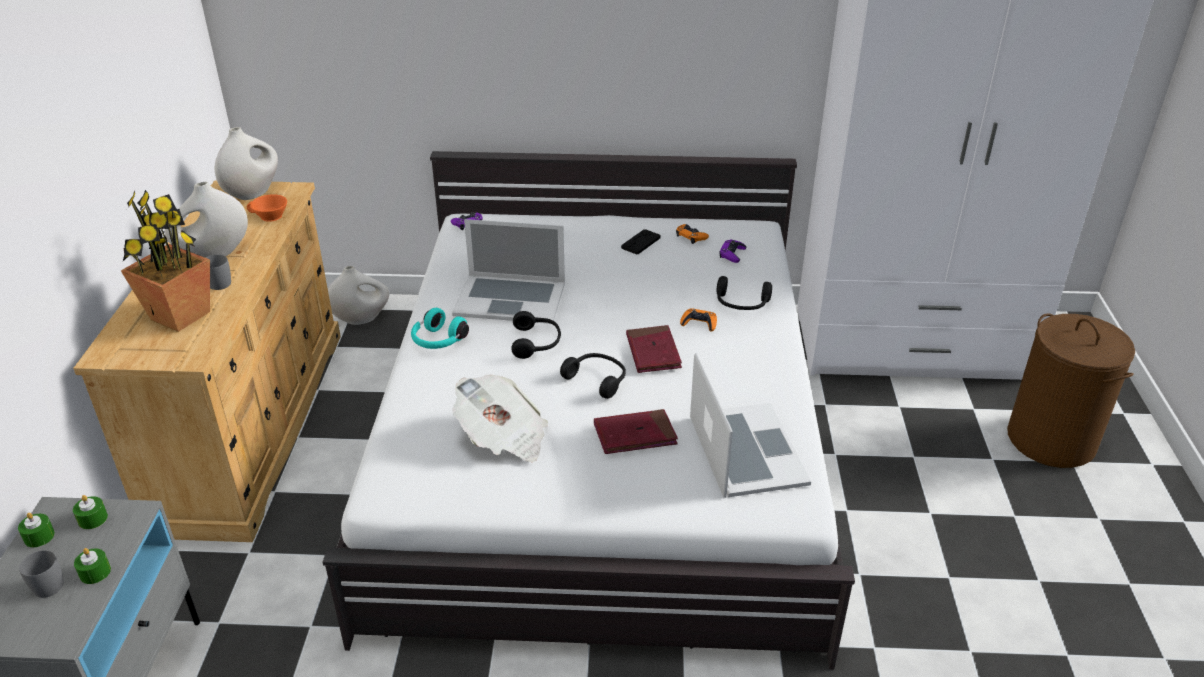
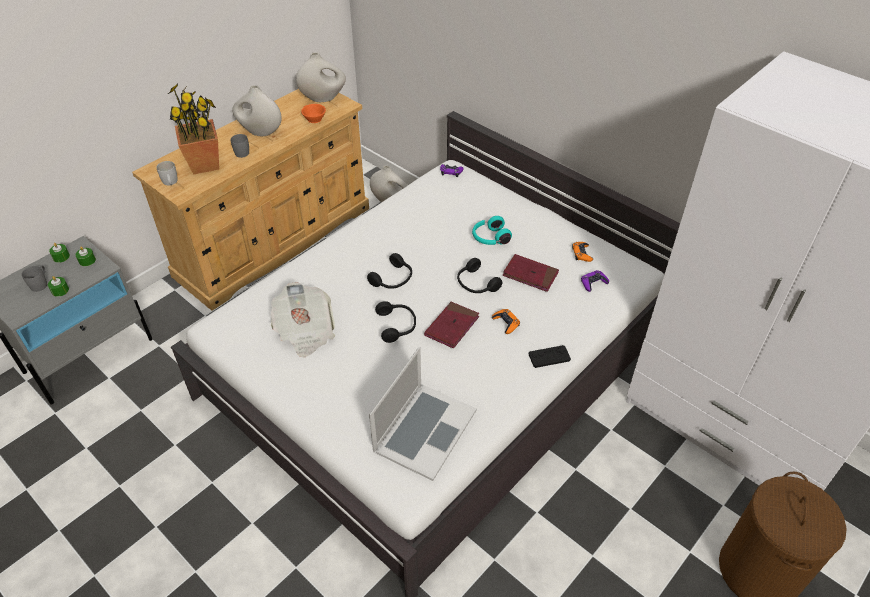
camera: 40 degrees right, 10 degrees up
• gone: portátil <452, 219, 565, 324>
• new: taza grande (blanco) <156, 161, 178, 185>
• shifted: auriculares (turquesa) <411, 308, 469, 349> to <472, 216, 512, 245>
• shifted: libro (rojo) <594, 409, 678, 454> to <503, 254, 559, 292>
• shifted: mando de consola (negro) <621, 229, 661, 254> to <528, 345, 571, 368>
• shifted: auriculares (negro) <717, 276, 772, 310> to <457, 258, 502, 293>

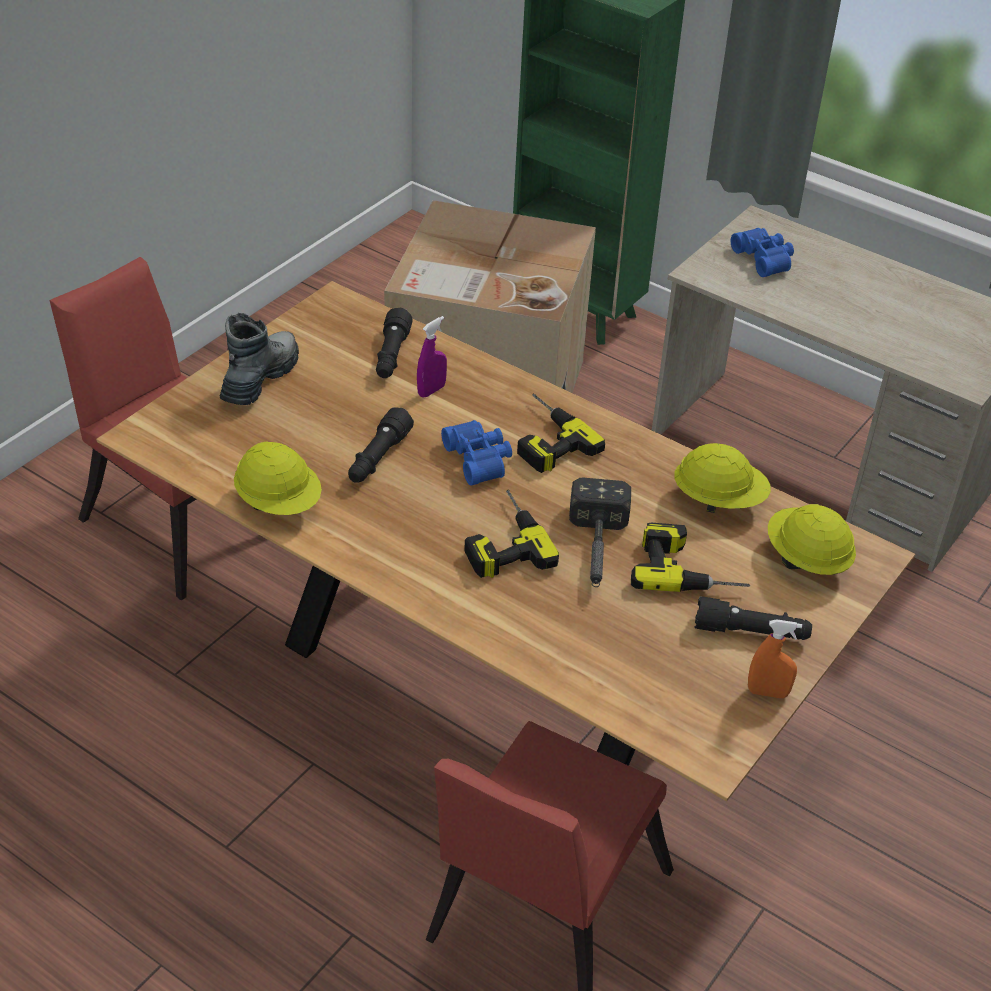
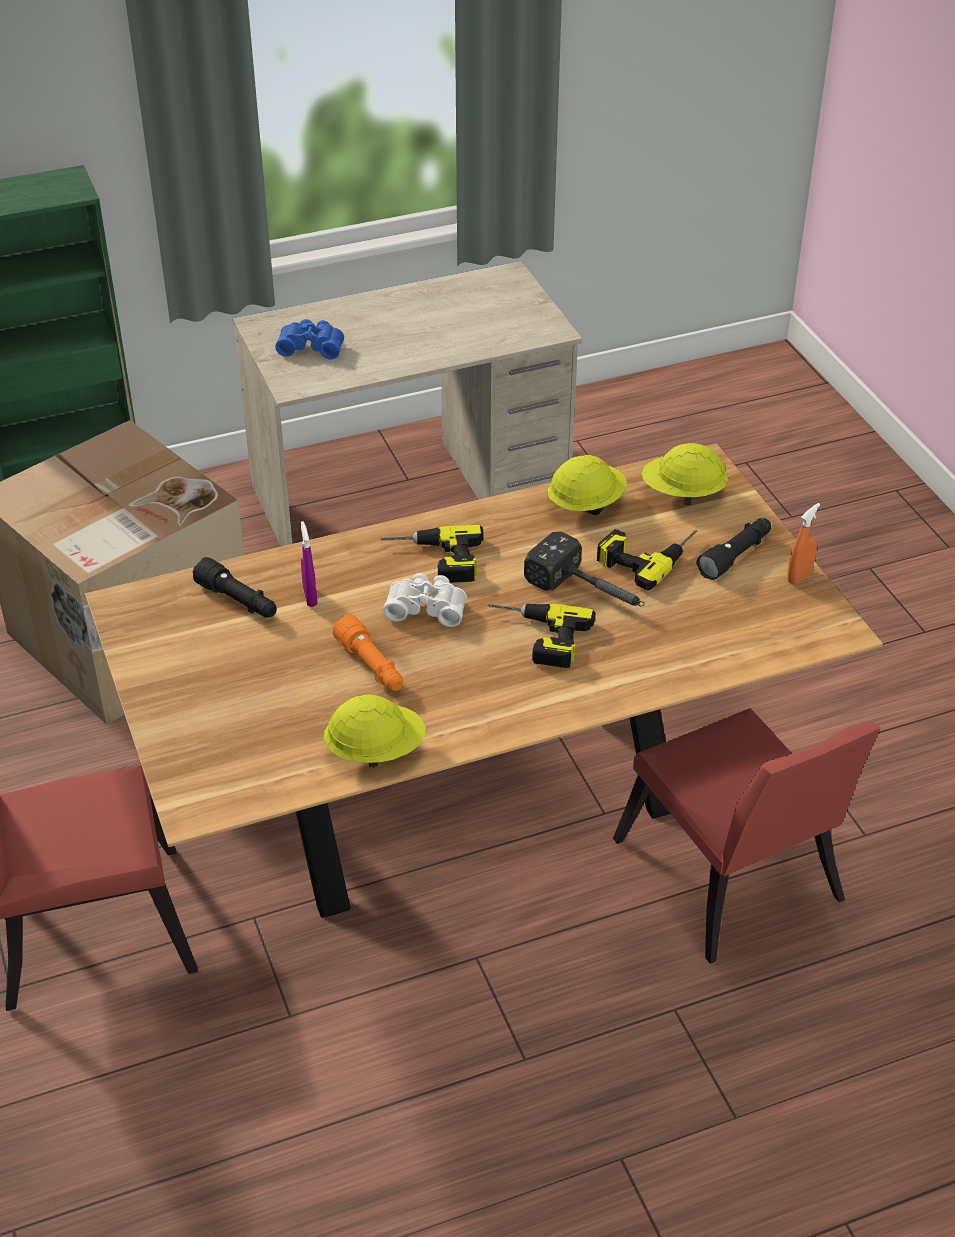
camera: 55 degrees left, 0 degrees up
• gone: bota <220, 313, 299, 405>
• repainted: linterna (negro) <348, 407, 414, 483> to linterna (naranja) <333, 614, 403, 691>
• repainted: prismáticos (azul) <441, 420, 512, 486> to prismáticos (blanco) <383, 573, 467, 627>

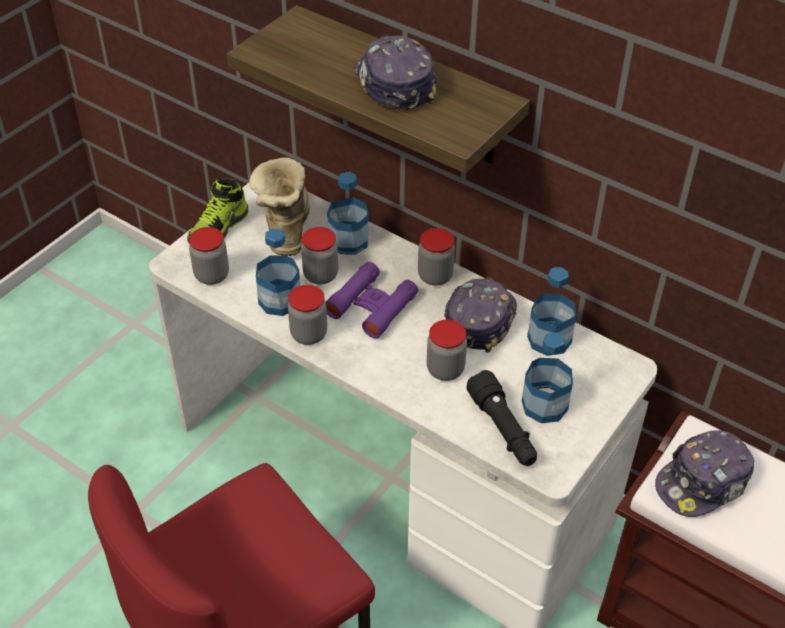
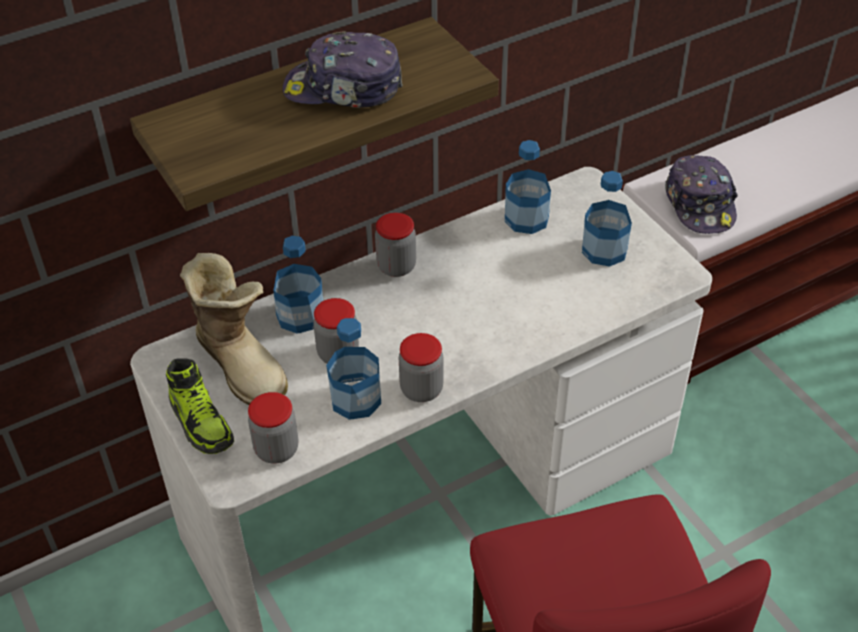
camera: 65 degrees left, 0 degrees up
• gone: prismáticos (morado) <326, 262, 418, 339>
• gone: tarro <427, 320, 467, 381>
• gone: gorra <444, 278, 517, 353>
• gone: linterna (negro) <466, 370, 537, 466>
• rotated: bota <249, 157, 309, 256> = <180, 253, 288, 405> 150 degrees counterclockwise

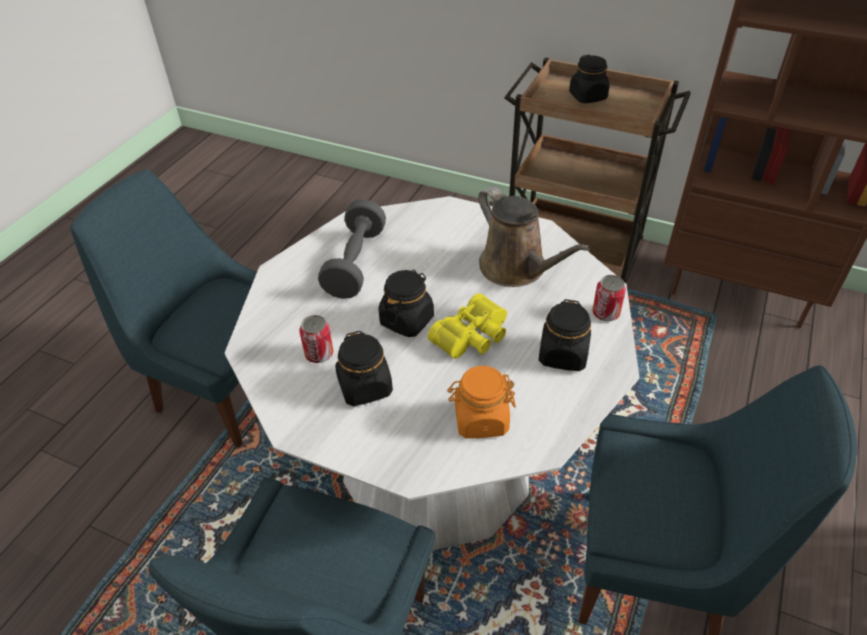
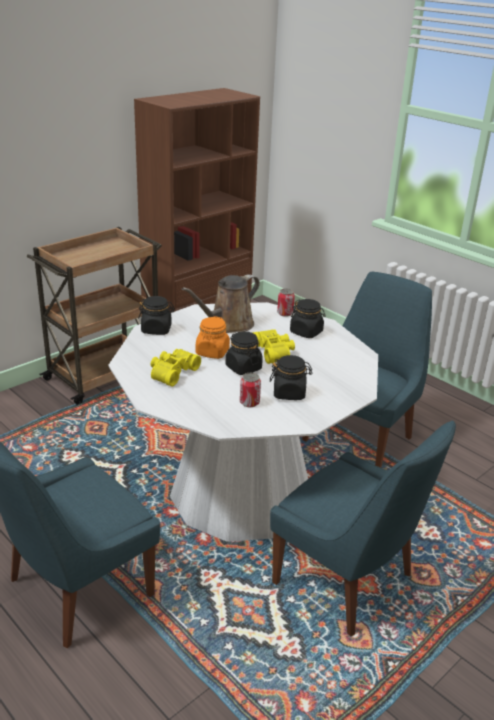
camera: 70 degrees left, 15 degrees down
• shifted: tarro (naranja) <447, 366, 516, 439> to <196, 316, 230, 359>
• shifted: tarro (negro) <569, 55, 610, 103> to <138, 296, 175, 335>
• swapped: mancuerna (gris) <318, 199, 386, 299> to prismáticos (amarillo) <151, 349, 201, 387>
• rotated: regadera (marrón) <478, 186, 590, 287> = <182, 274, 260, 333> 150 degrees clockwise

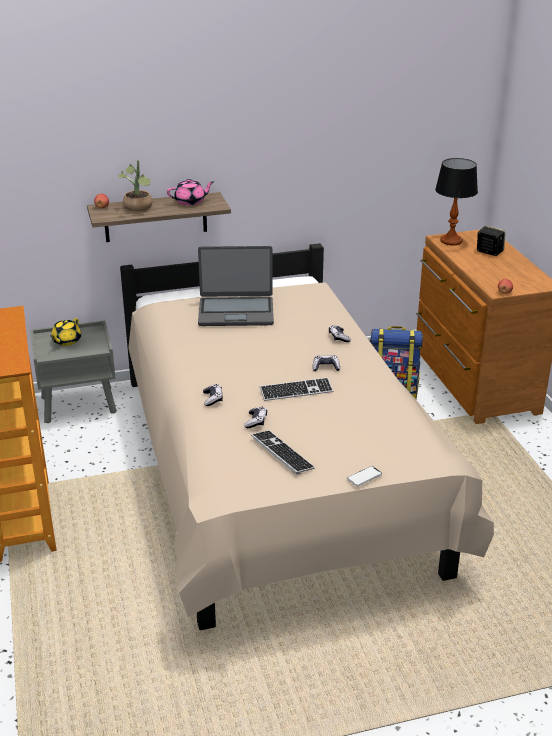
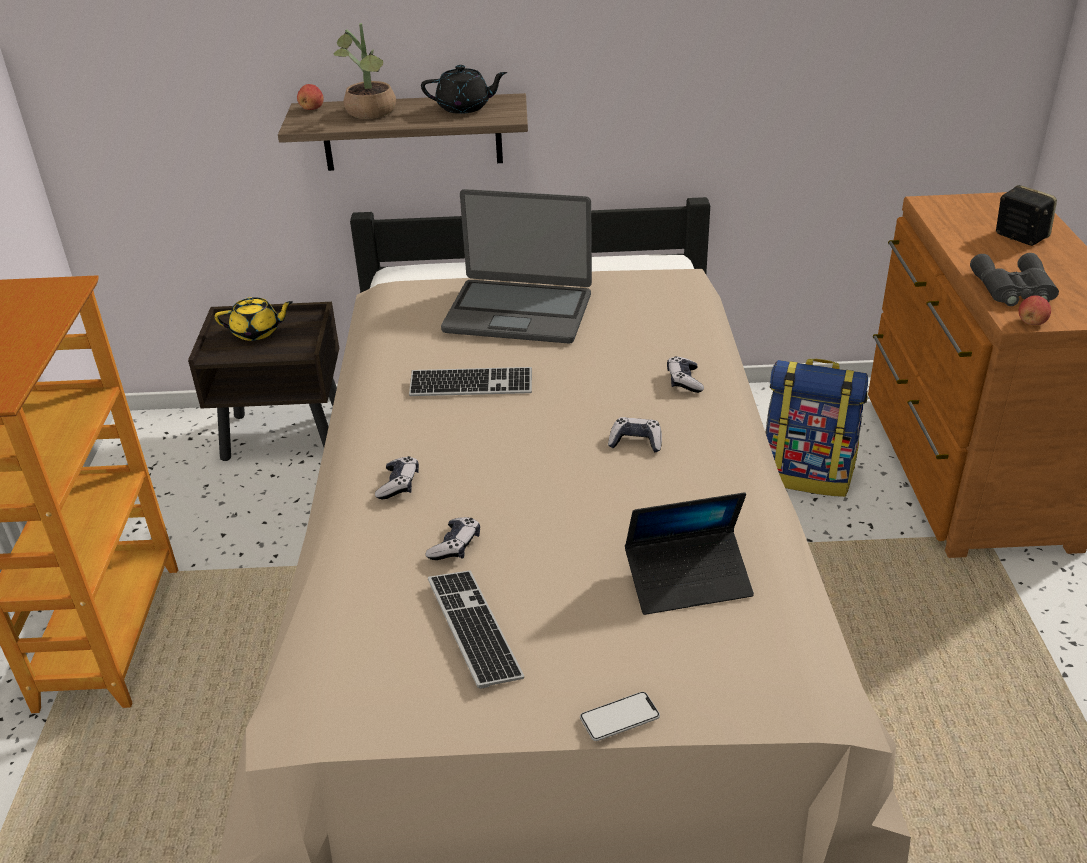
camera: 15 degrees right, 5 degrees up
• gone: lámpara de mesa <435, 158, 478, 245>
• new: portátil <625, 492, 754, 615>
• new: prismáticos (gris) <970, 253, 1059, 306>
• shifted: teclado <260, 377, 334, 401> to <409, 367, 532, 396>
• repainted: mesita de noche (gris) <30, 320, 117, 423> to mesita de noche (marrón) <188, 302, 339, 461>
• repainted: tetera (rosa) <167, 179, 214, 206> to tetera (negro) <421, 65, 507, 114>
• rotated: tetera (amarillo) <51, 318, 81, 346> = <214, 297, 293, 341> 135 degrees counterclockwise

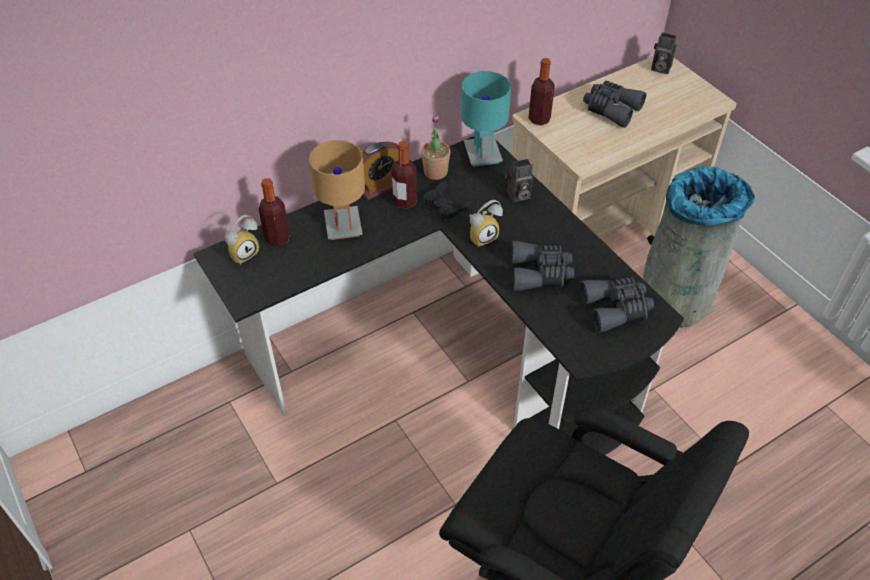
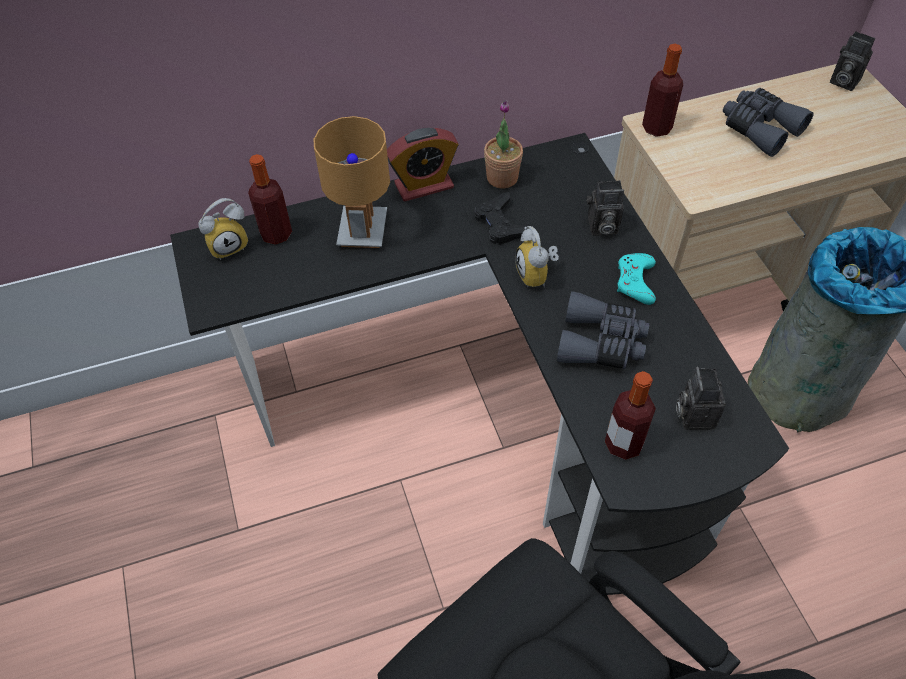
camera: 15 degrees right, 5 degrees up
• gone: lámpara de mesa (turquesa) <461, 71, 511, 167>
• new: mando de consola (turquesa) <617, 253, 656, 305>
• shifted: botella <392, 141, 417, 209> to <605, 371, 656, 460>
• swapped: prismáticos (gris) <579, 276, 654, 333> to cámara <676, 367, 726, 430>
• rotated: despertador <469, 200, 503, 247> = <515, 226, 559, 287> 90 degrees clockwise

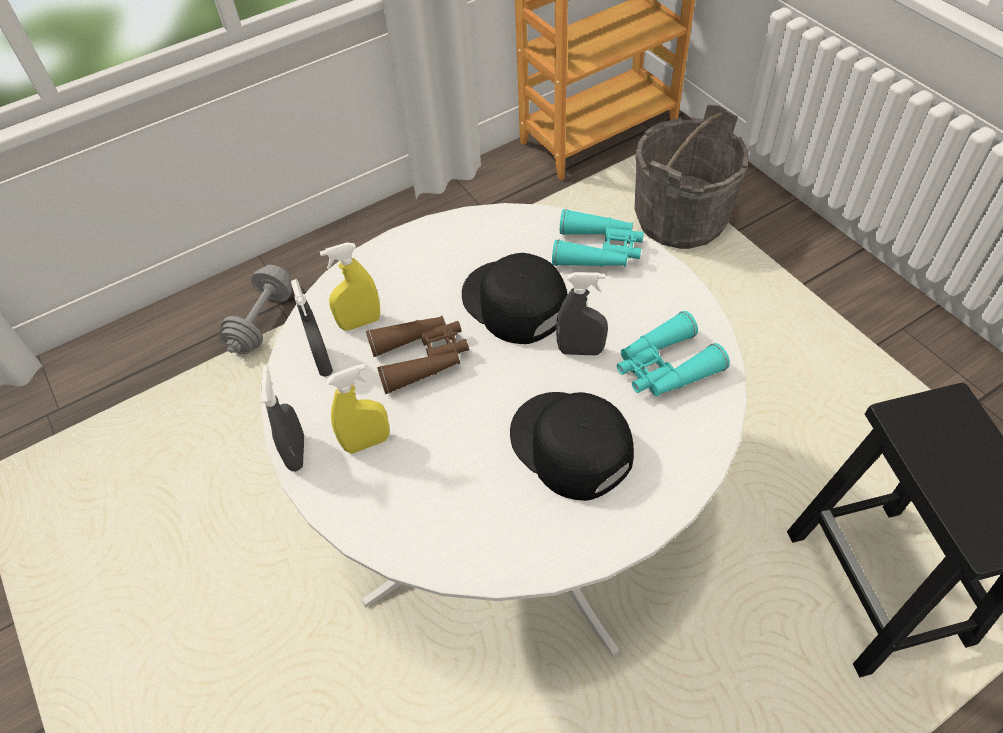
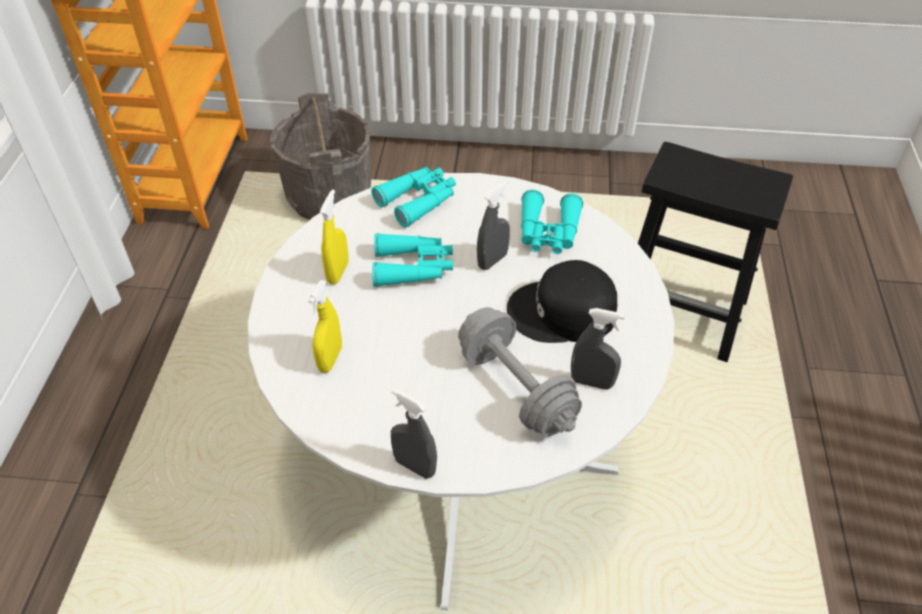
camera: 55 degrees left, 5 degrees down
• gone: prismáticos (marrón) <366, 316, 469, 394>
• shifted: mancuerna (gris) <220, 265, 292, 354> to <458, 307, 582, 437>
• shifted: pulverizador (gris) <291, 279, 333, 377> to <571, 308, 625, 390>
• shifted: pulverizador (amarillo) <326, 364, 390, 454> to <320, 189, 348, 284>
• swapped: gorra (negro) <462, 253, 568, 344> to prismáticos (turquesa) <372, 233, 453, 287>

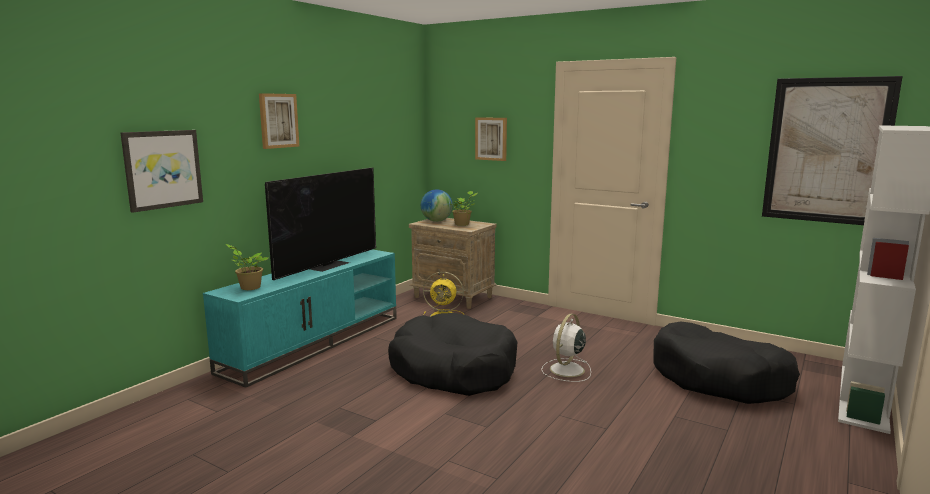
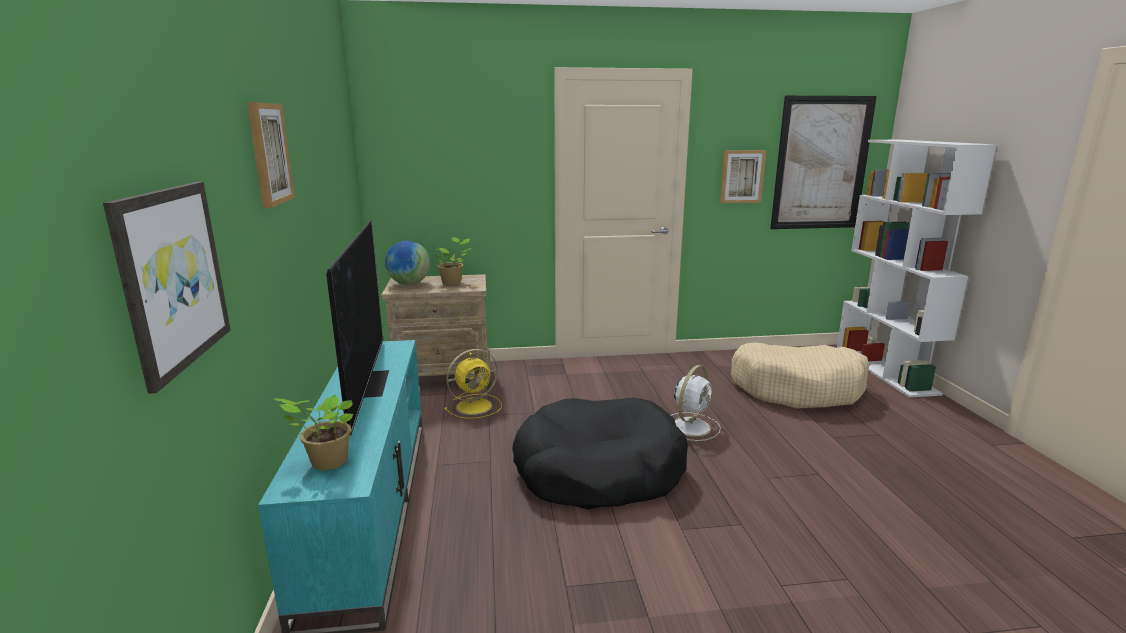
camera: 40 degrees left, 5 degrees up
• shifted: cuadro <475, 117, 507, 161> to <720, 150, 766, 203>
• repainted: cama para perro (negro) <653, 321, 800, 404> to cama para perro (beis) <731, 342, 869, 409>
• rotated: ventilador (blanco) <541, 314, 591, 382> = <671, 365, 721, 441> 135 degrees counterclockwise

